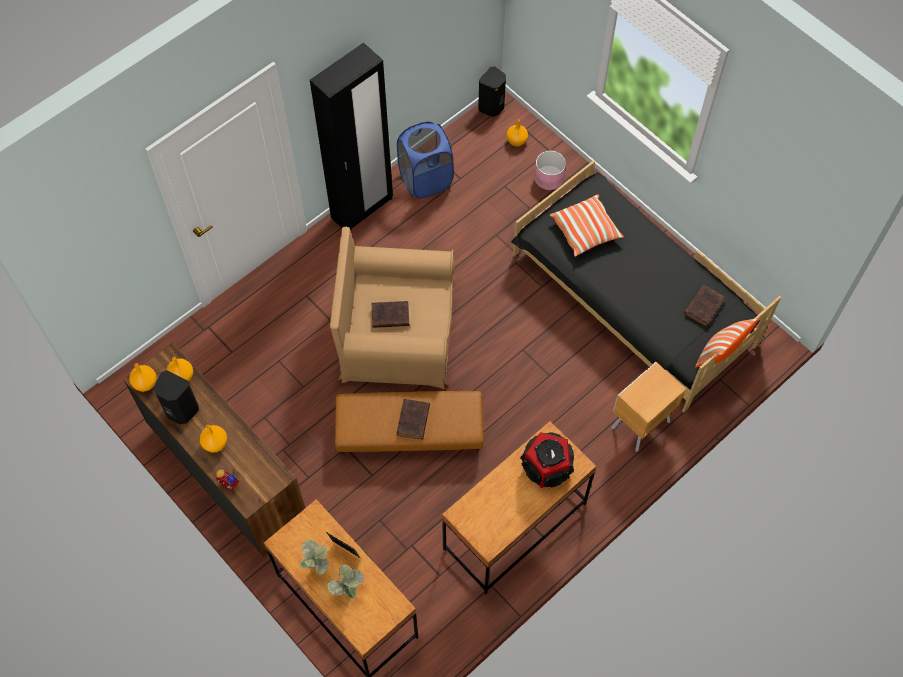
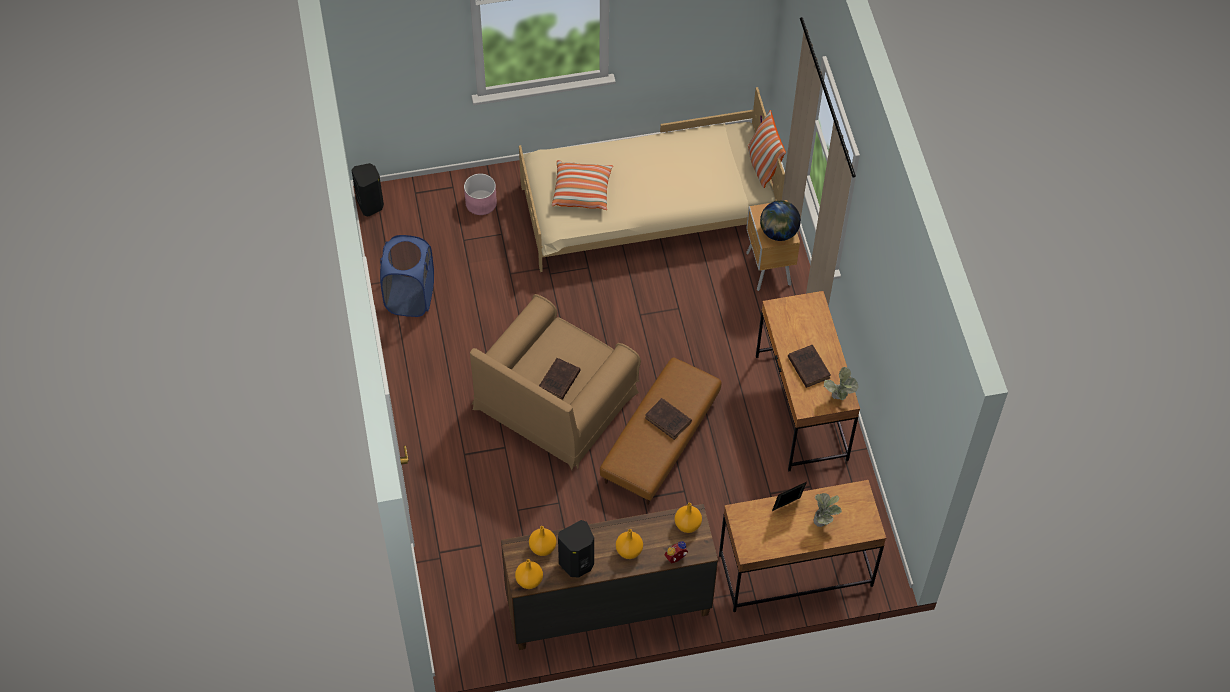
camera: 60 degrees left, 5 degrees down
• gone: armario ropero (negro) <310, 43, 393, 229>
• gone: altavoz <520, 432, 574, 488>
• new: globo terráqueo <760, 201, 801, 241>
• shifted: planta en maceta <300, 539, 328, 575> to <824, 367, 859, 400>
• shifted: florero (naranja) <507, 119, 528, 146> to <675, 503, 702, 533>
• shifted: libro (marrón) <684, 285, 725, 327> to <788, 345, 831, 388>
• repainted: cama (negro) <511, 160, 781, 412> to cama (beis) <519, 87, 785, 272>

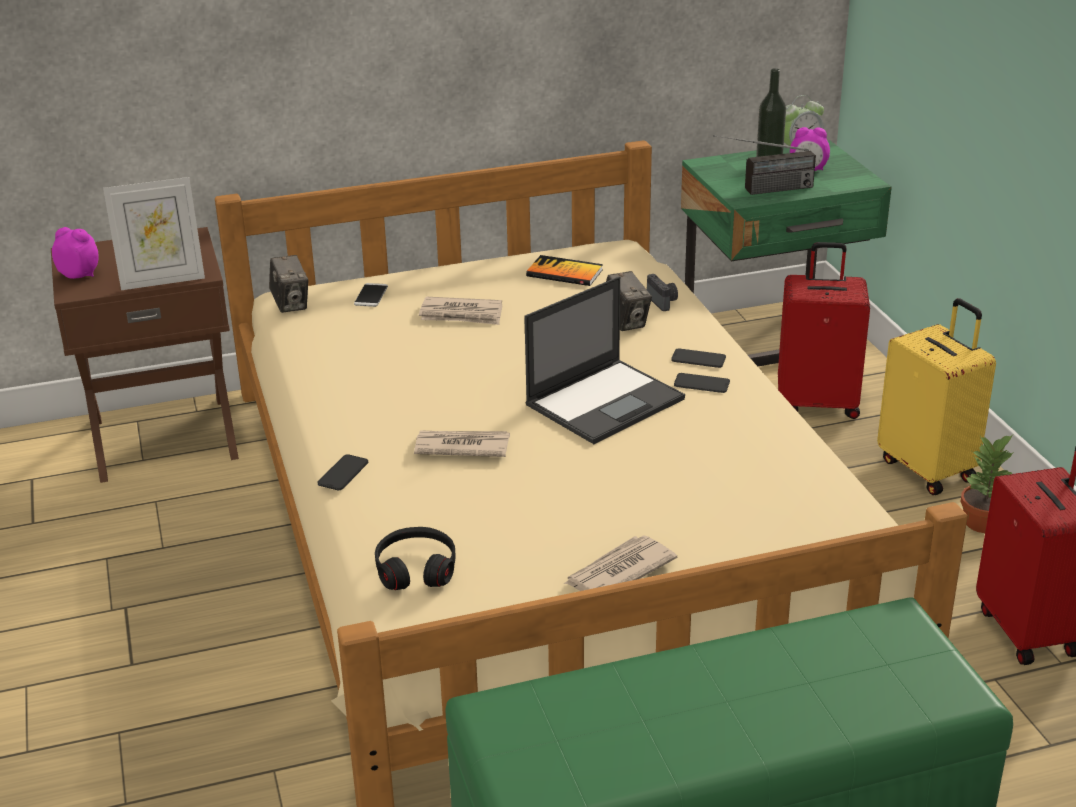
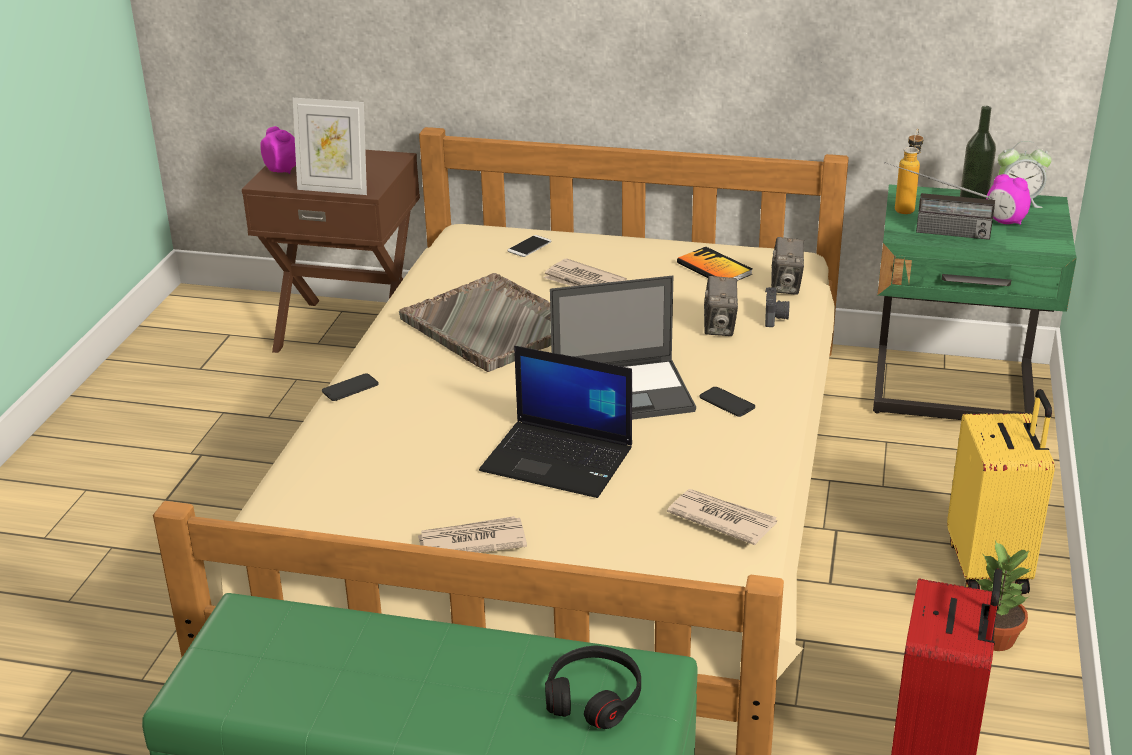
camera: 30 degrees right, 0 degrees up
• gone: móvil <671, 348, 726, 368>
• gone: maleta (rojo) <778, 242, 870, 419>
• new: bandeja (gris) <399, 273, 551, 372>
• new: portátil <479, 346, 632, 498>
• new: botella <895, 129, 924, 214>
• shifted: cámara <269, 255, 308, 313> to <771, 237, 804, 295>
• shifted: auriculares (negro) <375, 527, 456, 590> to <545, 646, 641, 729>
• shifted: periódico <414, 430, 510, 457> to <667, 489, 777, 545>

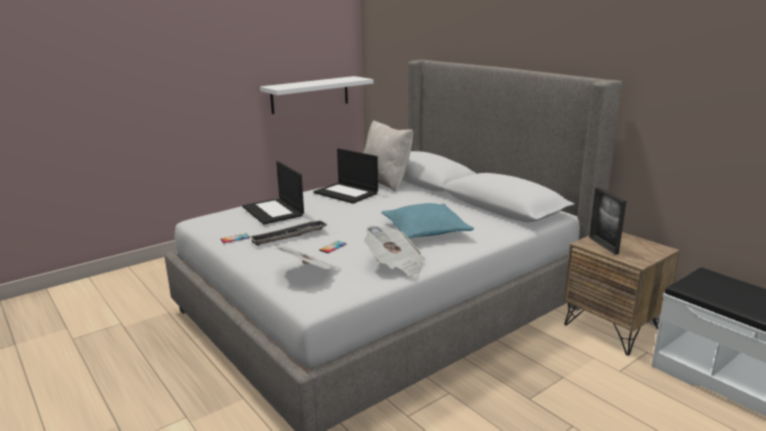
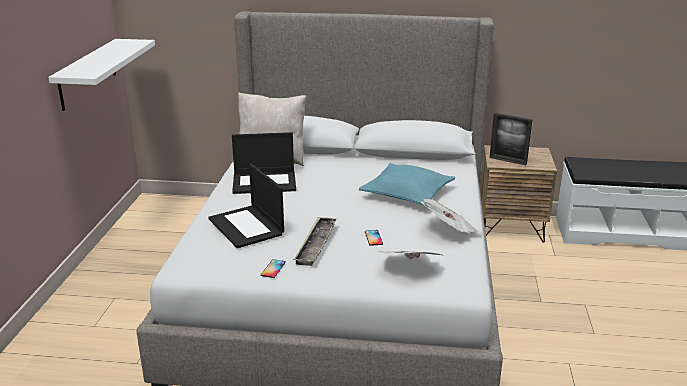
camera: 45 degrees left, 5 degrees up
• rotated: portátil <242, 161, 304, 225> = <208, 163, 284, 248> 45 degrees clockwise

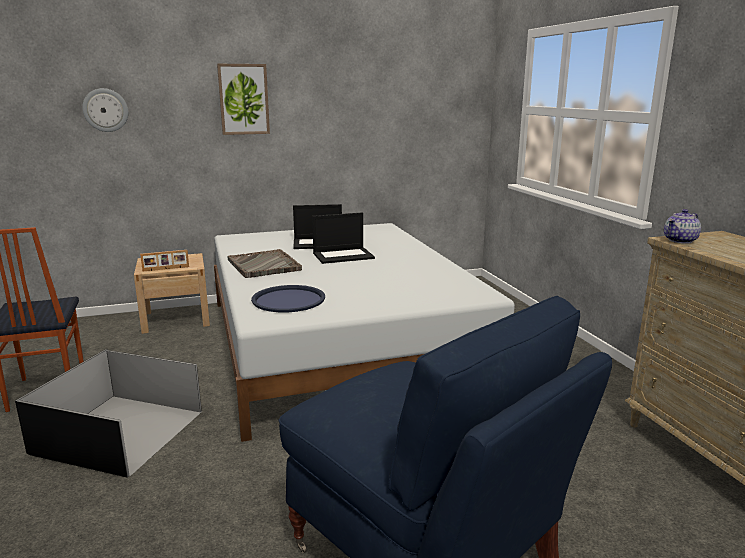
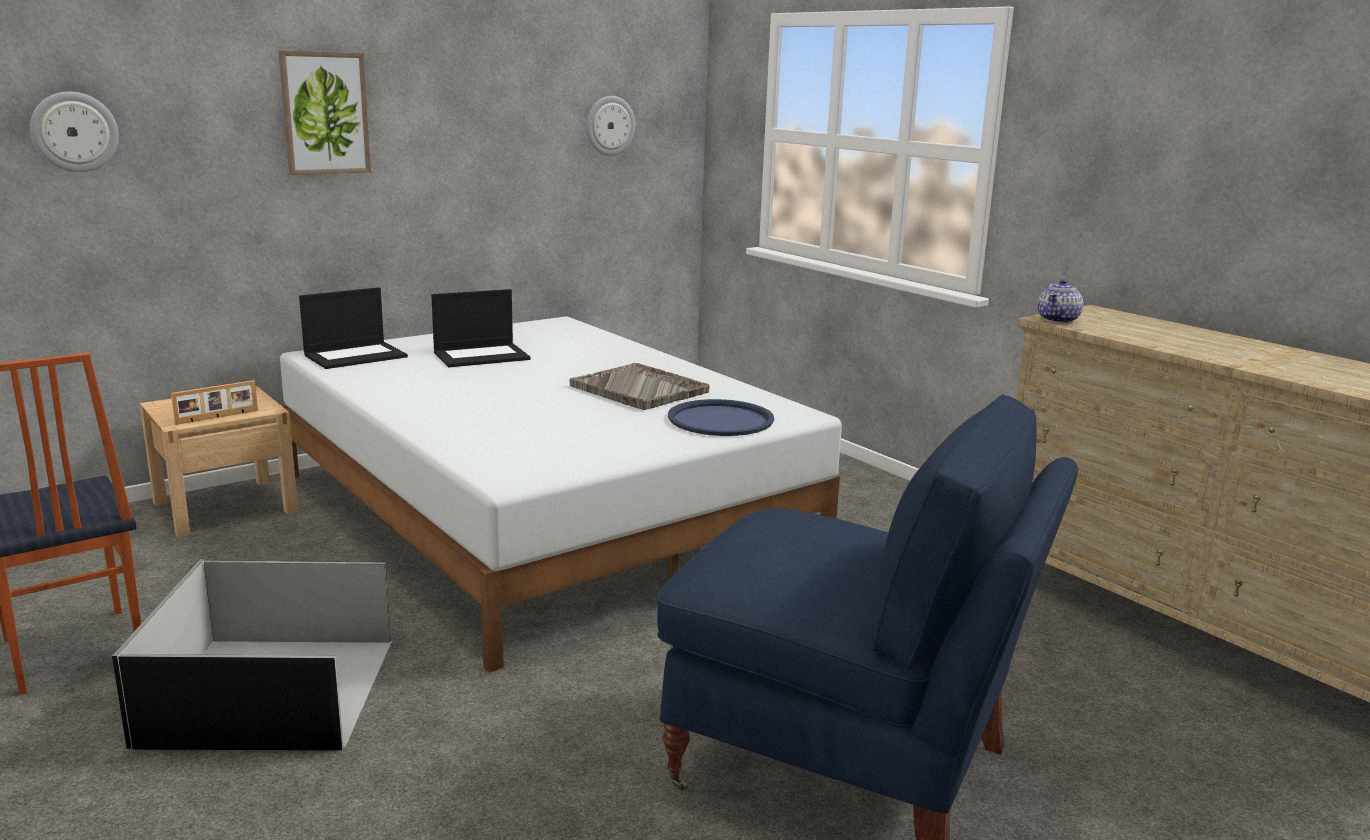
camera: 20 degrees left, 0 degrees up
• new: reloj de pared <586, 96, 635, 156>
• shifted: bandeja (gris) <228, 249, 302, 278> to <569, 363, 710, 410>
• shifted: bandeja (azul) <251, 285, 325, 312> to <668, 399, 774, 436>
• shifted: portátil <312, 212, 375, 264> to <299, 287, 408, 369>

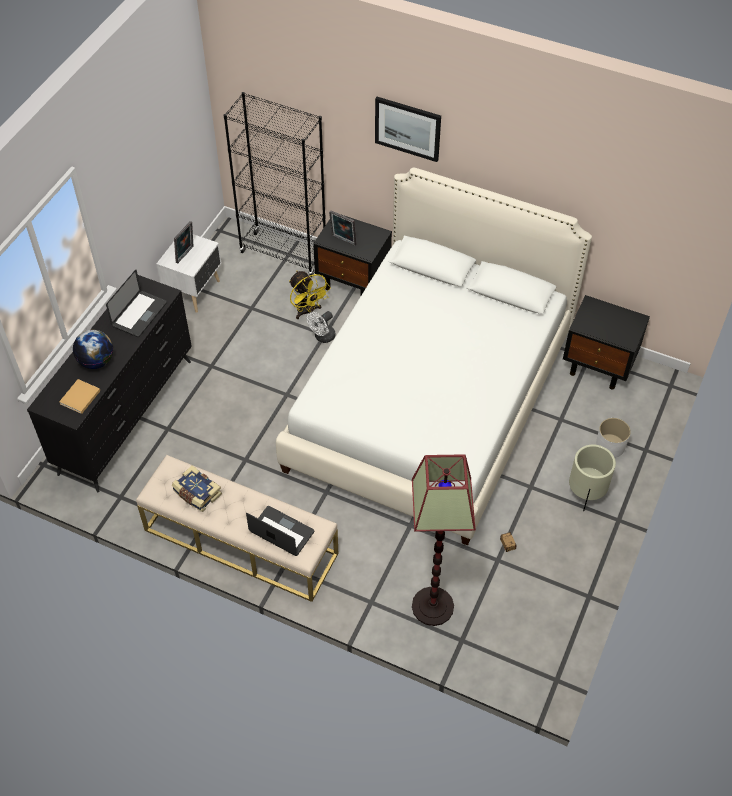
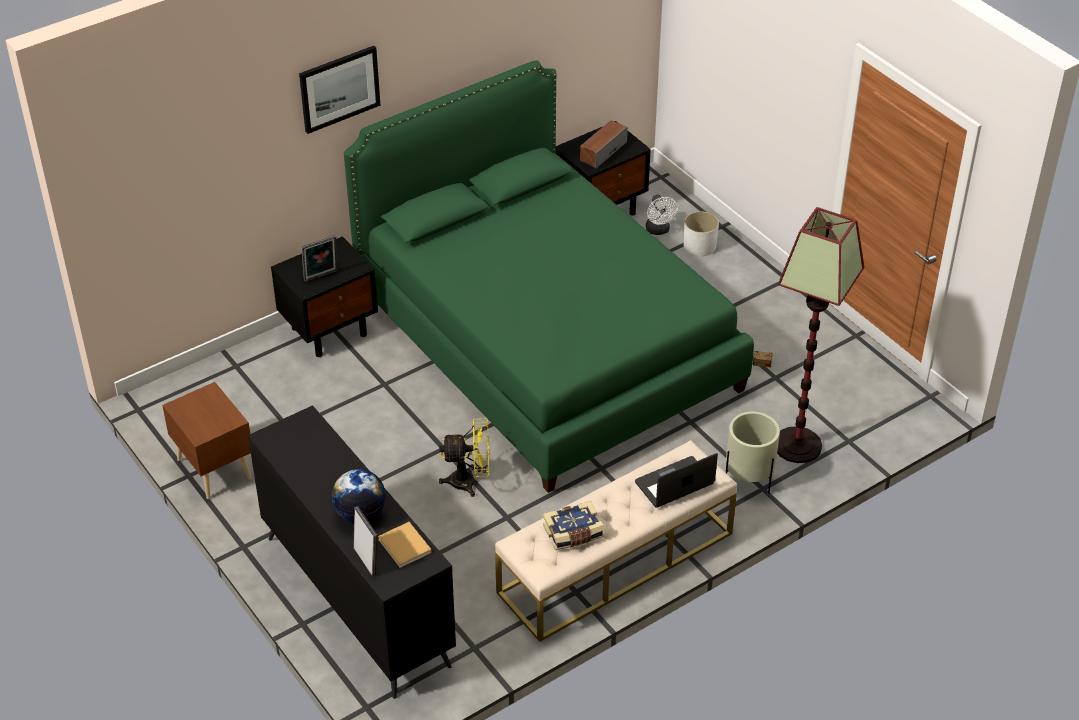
camera: 60 degrees left, 10 degrees down
• gone: portátil <106, 270, 167, 337>
• gone: estantería (negro) <224, 92, 326, 277>
• new: altavoz <580, 120, 628, 169>
• shifted: portarretratos <174, 221, 193, 264> to <353, 506, 378, 577>
• shifted: ventilador (amarillo) <289, 270, 331, 319> to <439, 419, 490, 497>
• shifted: ventilador (blanco) <307, 311, 336, 343> to <646, 194, 678, 235>
• shifted: maceta (beis) <569, 444, 616, 511> to <726, 412, 780, 494>
• repainted: mesita de noche (blanco) <156, 234, 222, 313> to mesita de noche (marrón) <162, 382, 252, 499>
• repainted: cama (blanco) <276, 168, 592, 546> to cama (verde) <344, 60, 754, 493>

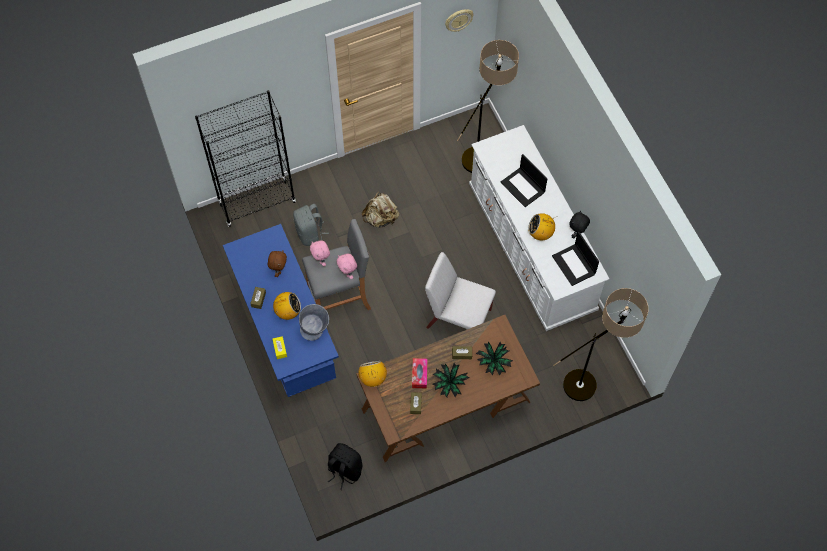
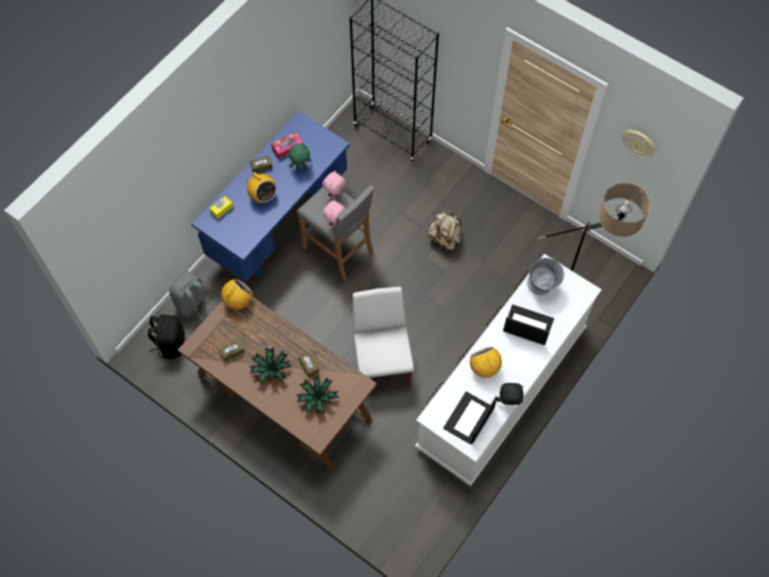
camera: 60 degrees right, 0 degrees up
• gone: lámpara de pie <553, 288, 648, 401>
• shifted: mochila (gris) <293, 204, 329, 246> to <169, 271, 213, 320>
• shifted: cuenco (gris) <299, 304, 329, 341> to <527, 258, 564, 295>
• shifted: caja de pañuelos <412, 358, 428, 388> to <271, 132, 303, 160>
• repainted: peluche (marrón) <268, 250, 287, 277> to peluche (verde) <288, 144, 312, 170>
• rotated: portátil <500, 154, 548, 207> = <503, 304, 554, 345> 90 degrees clockwise

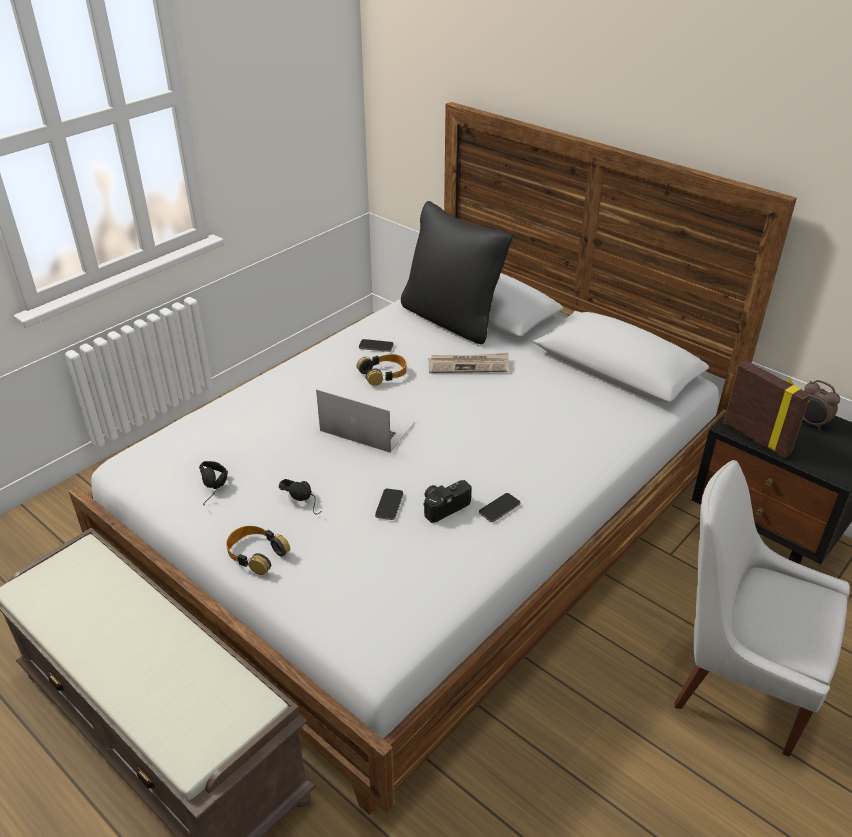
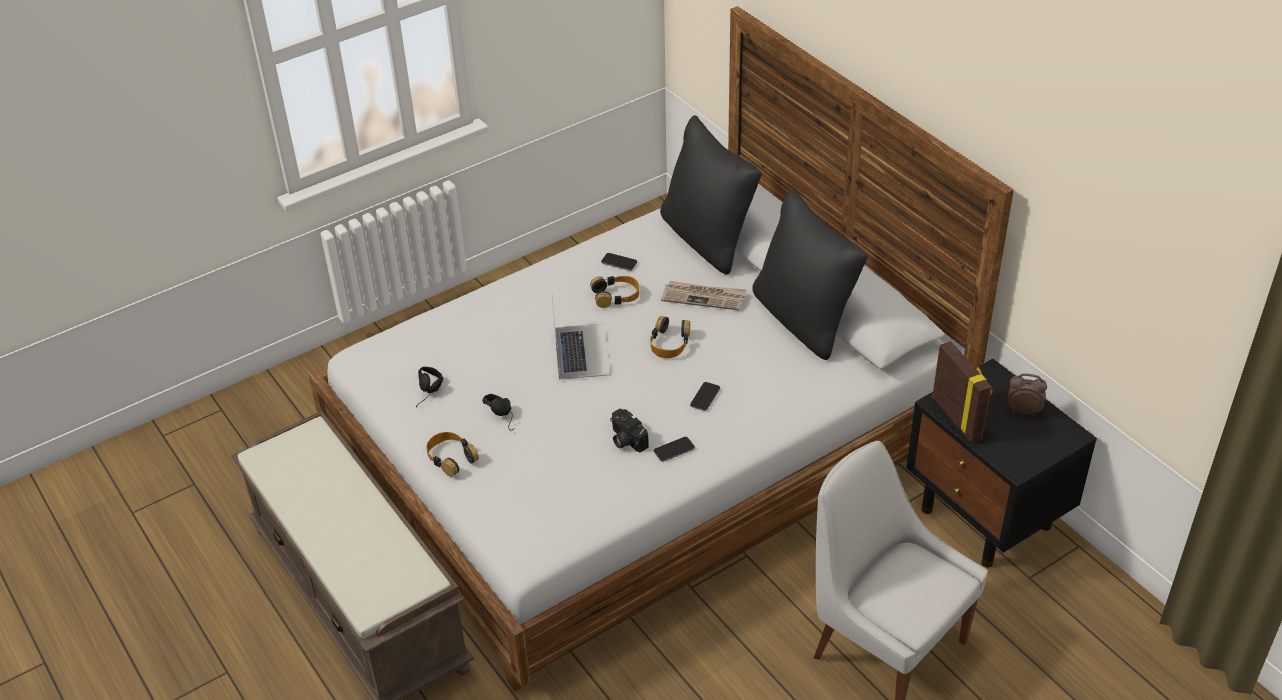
camera: 15 degrees right, 5 degrees up
• new: auriculares <650, 316, 690, 358>
• new: cojín (negro) <752, 189, 868, 360>
• shifted: móvil <375, 488, 403, 520> to <690, 382, 720, 411>
• rotated: portátil <316, 389, 415, 453> = <552, 296, 611, 380> 45 degrees clockwise
• rotated: cámara <423, 480, 472, 523> = <610, 409, 649, 452> 105 degrees counterclockwise
• rotated: despertador <803, 380, 840, 430> = <1008, 373, 1047, 416> 135 degrees clockwise

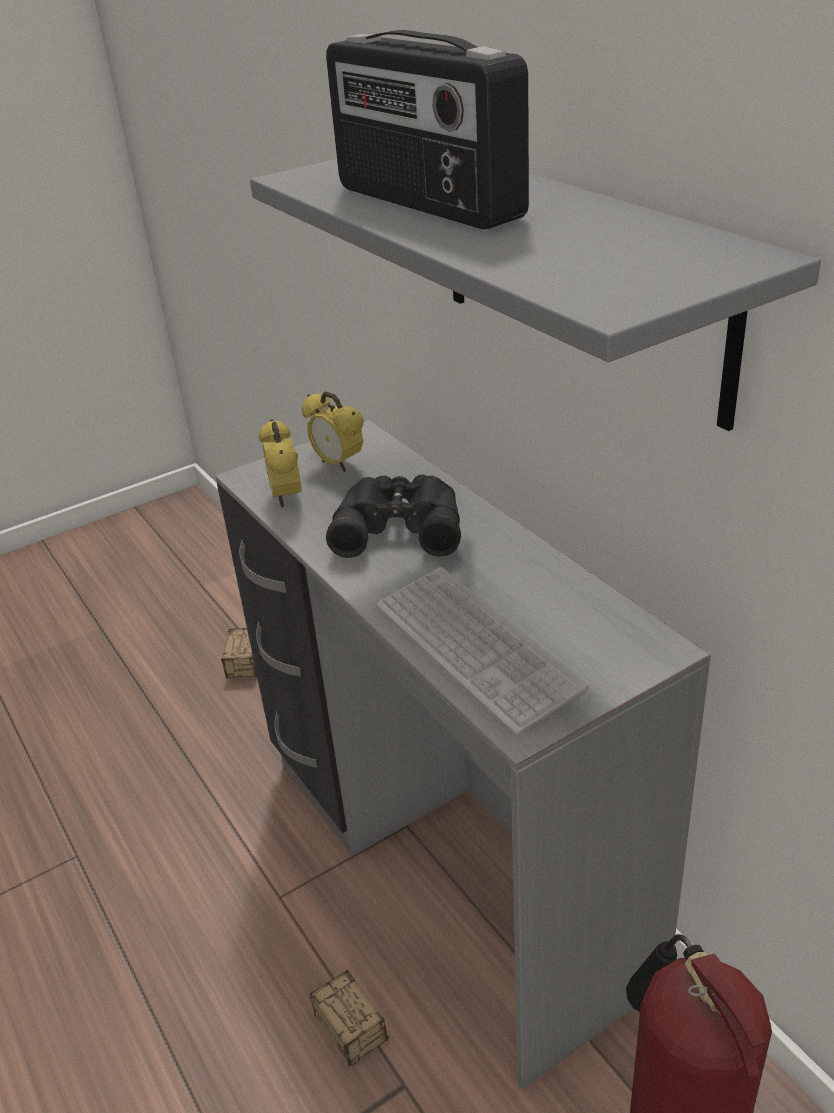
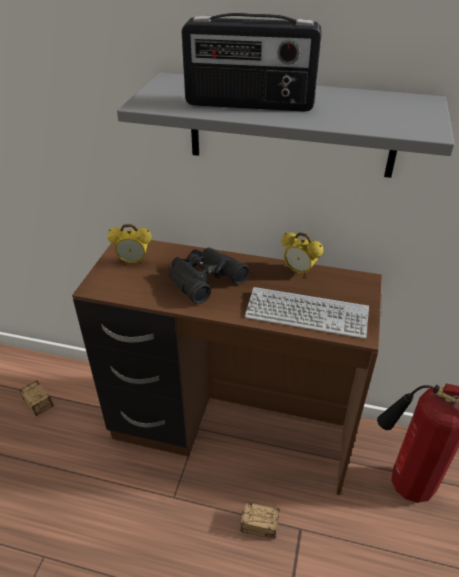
camera: 45 degrees left, 5 degrees up
• shifted: despertador <259, 419, 302, 508> to <282, 232, 323, 277>
• repainted: escritorio (gris) <215, 420, 711, 1089> to escritorio (marrón) <72, 240, 382, 495>

